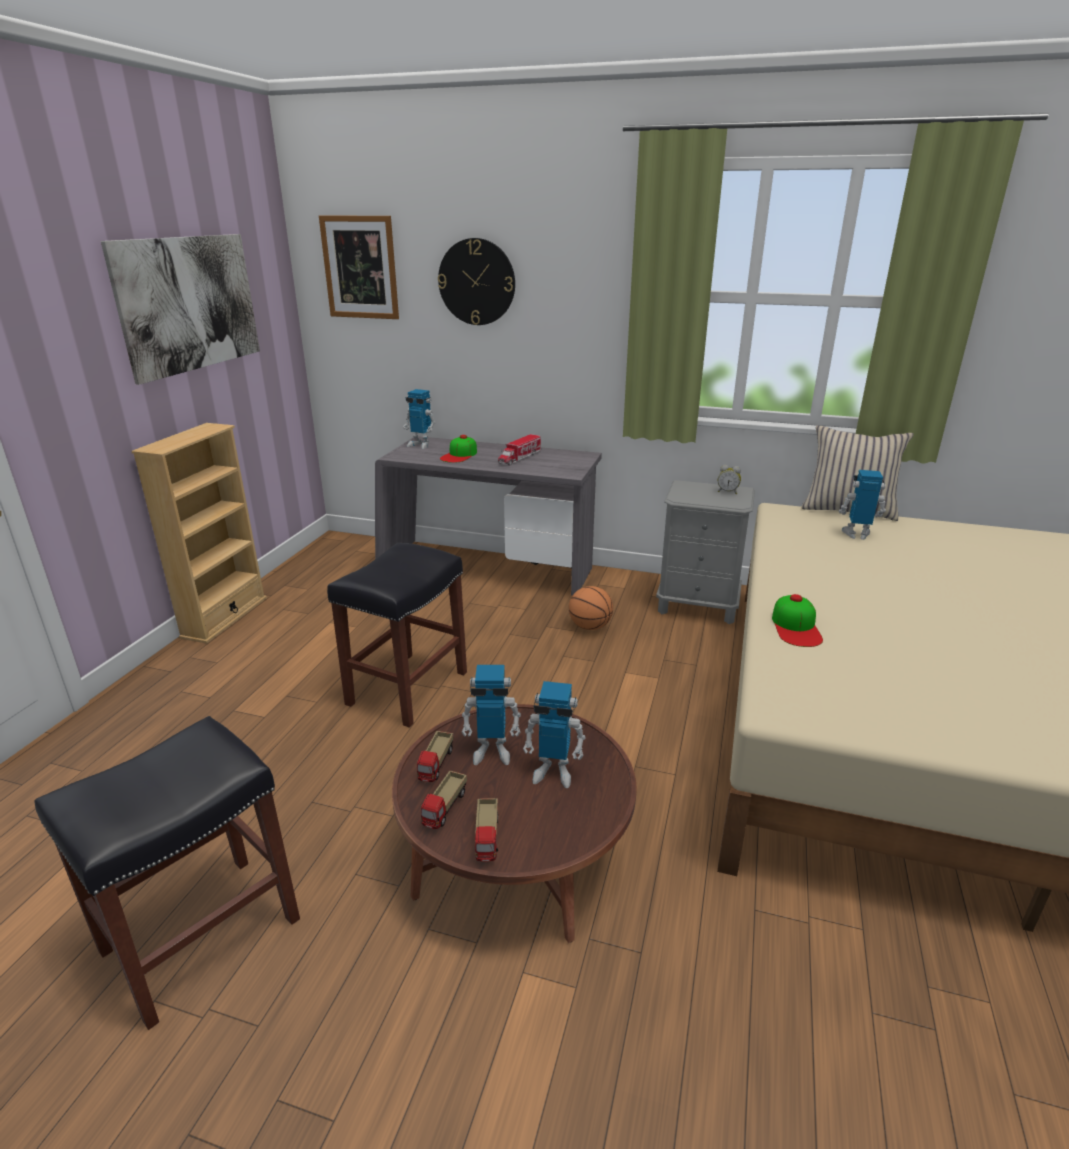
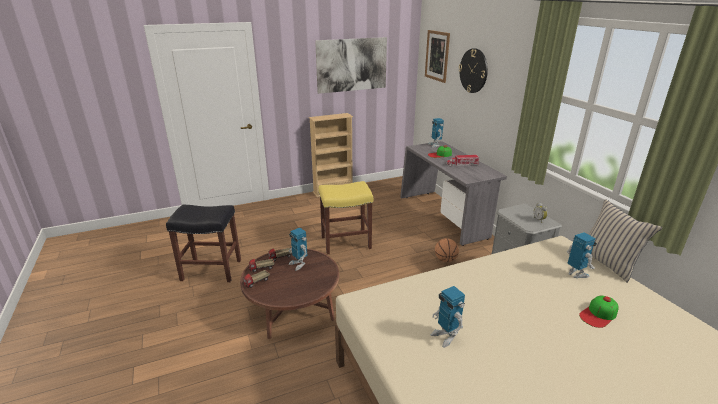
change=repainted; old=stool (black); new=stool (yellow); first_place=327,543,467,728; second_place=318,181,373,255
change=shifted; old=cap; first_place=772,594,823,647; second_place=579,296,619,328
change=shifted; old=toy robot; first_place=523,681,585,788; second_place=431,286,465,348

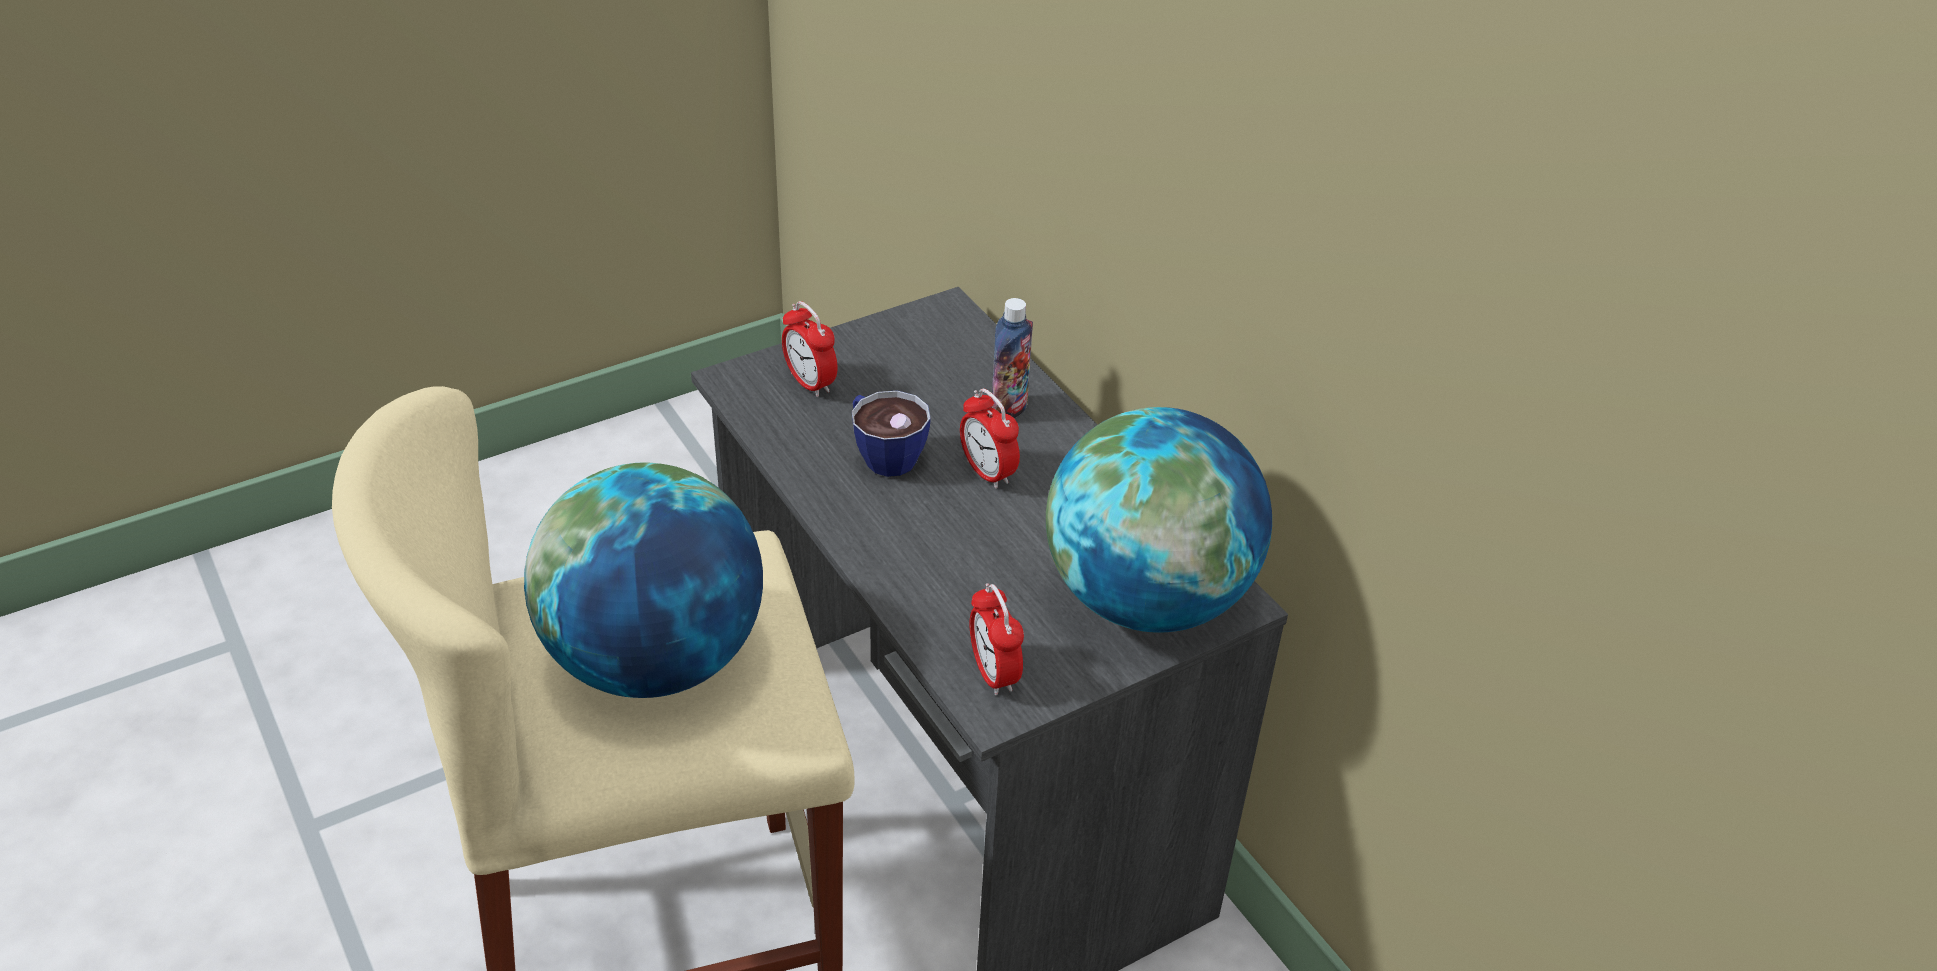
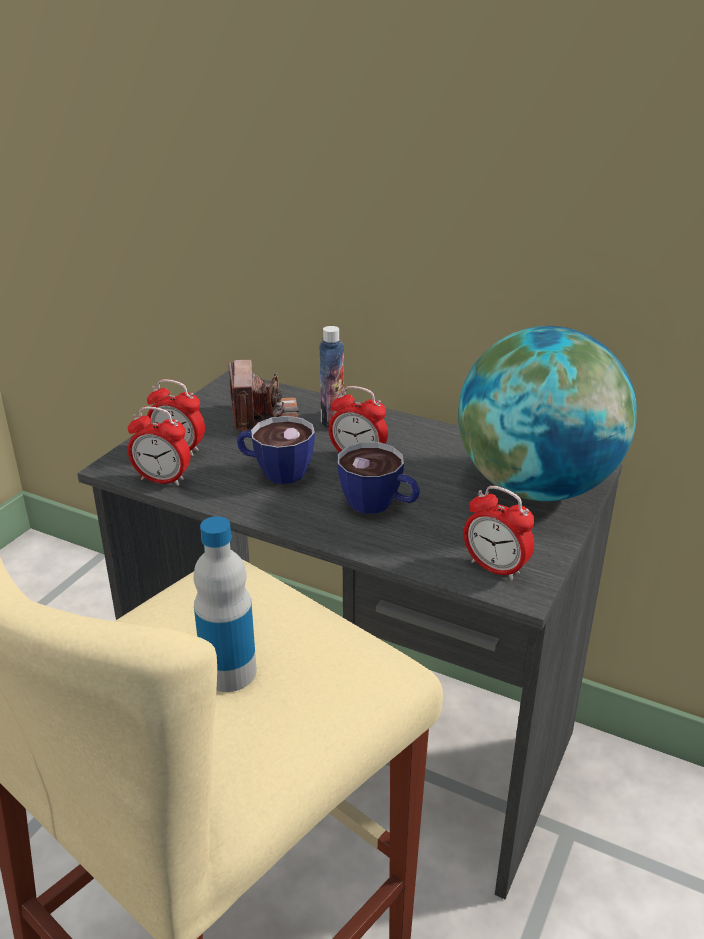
change=swapped; old=globe; new=bottle; first_place=524,462,763,698; second_place=193,516,257,692
change=new; new=photo camera; second_place=228,360,299,431
change=new; new=alarm clock; second_place=128,406,191,486
change=new; new=cup; second_place=338,442,420,514

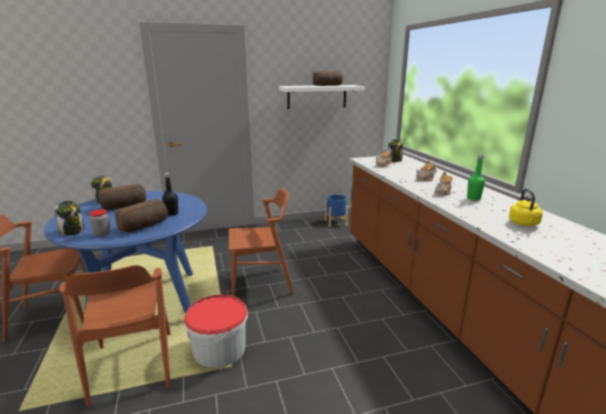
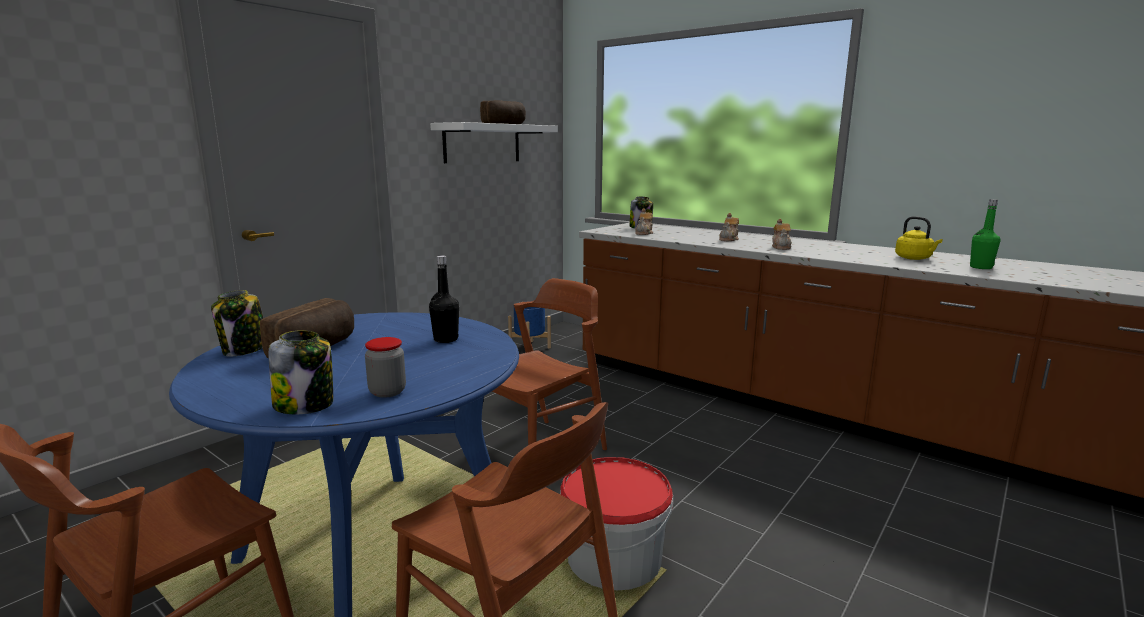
change=shifted; old=bottle (green); first_place=467,154,485,201; second_place=970,199,1001,269
change=gone; old=bread; first_place=115,199,168,232

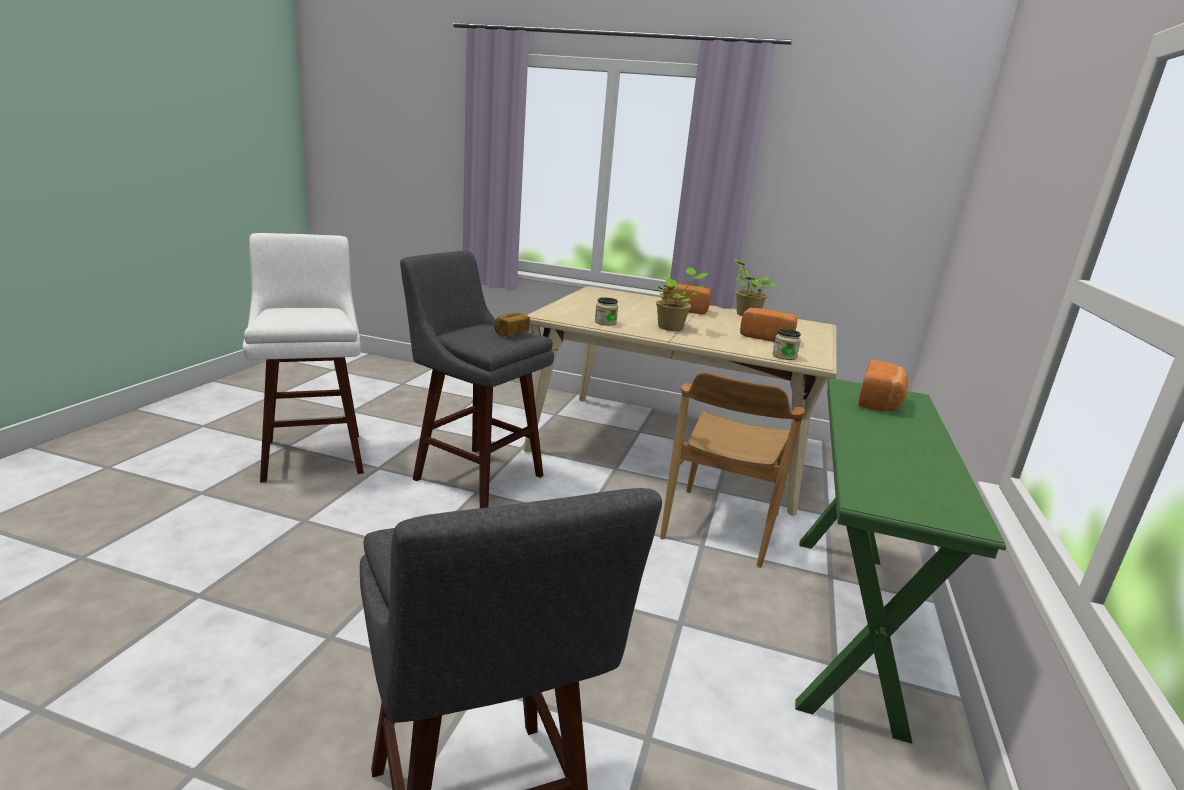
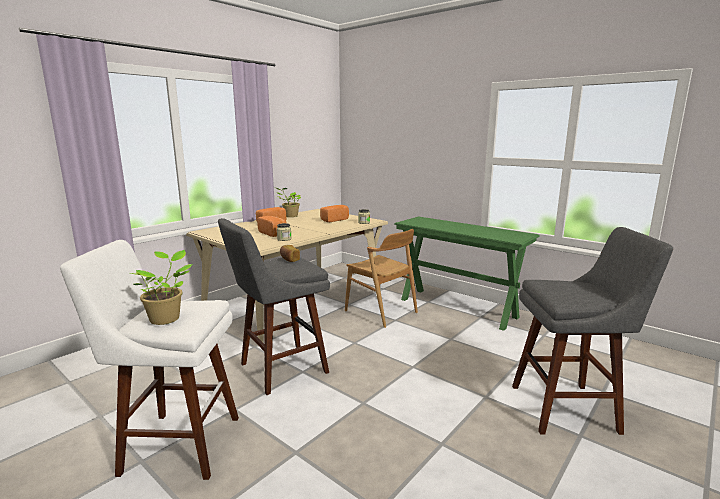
change=shifted; old=potted plant; first_place=655,267,708,331; second_place=129,250,193,325
change=shifted; old=bread; first_place=858,360,908,411; second_place=257,216,287,237

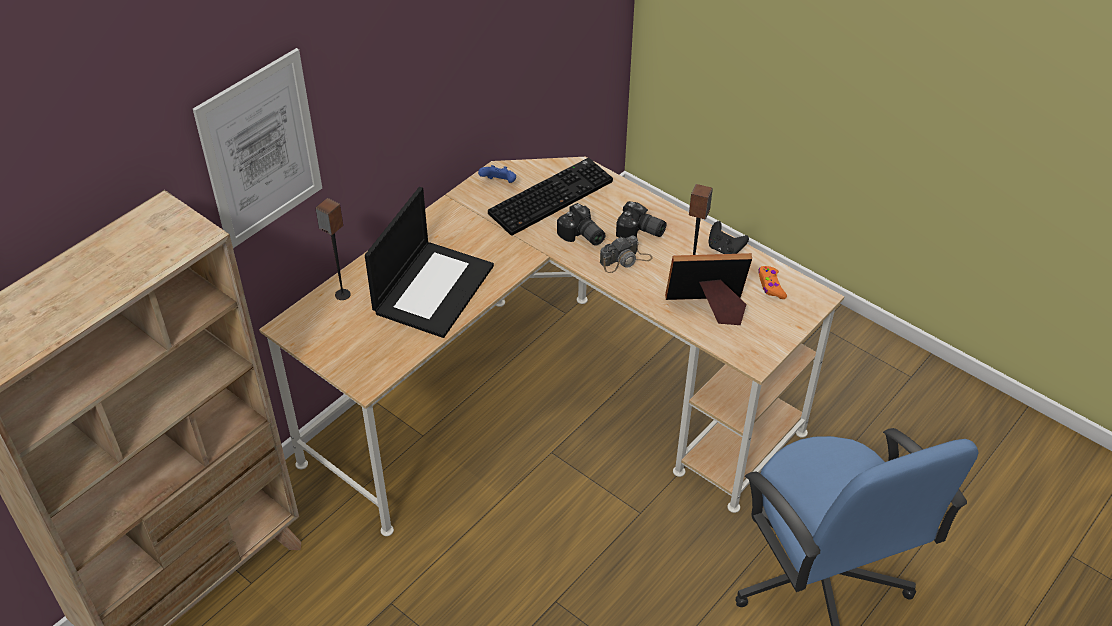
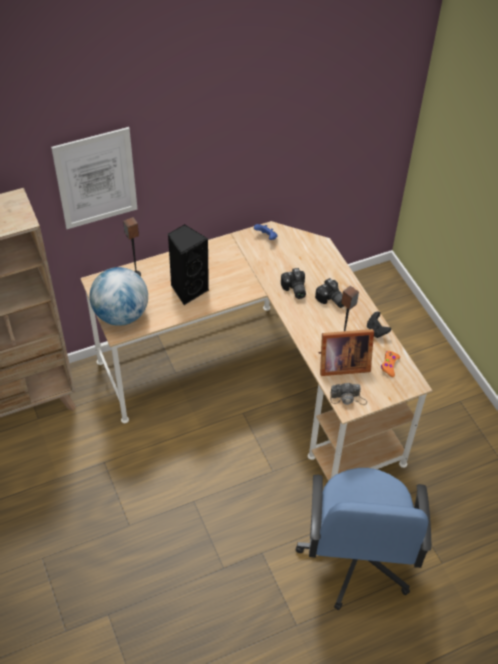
change=gone; old=keyboard; first_place=488,158,613,236
change=swapped; old=laptop; new=speaker (black); first_place=365,187,494,338; second_place=168,224,209,306
change=shifted; old=photo camera; first_place=600,235,653,273; second_place=330,383,367,405
change=rotated; old=picture frame; first_place=665,253,752,325; second_place=318,329,374,376; degrees=150
change=new; new=globe; second_place=90,267,148,326

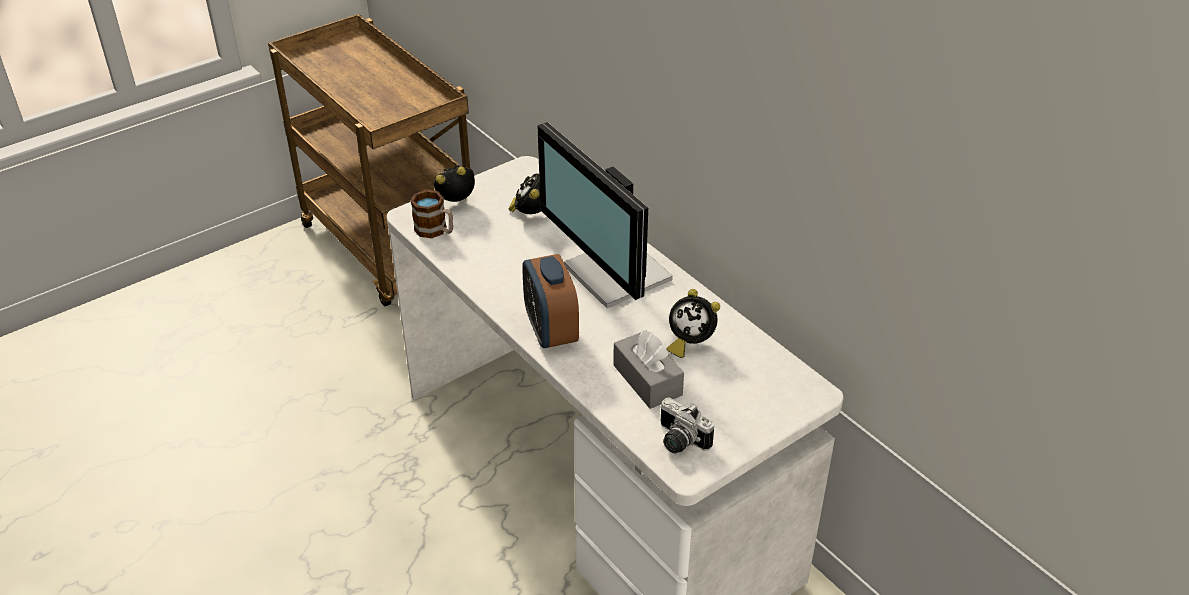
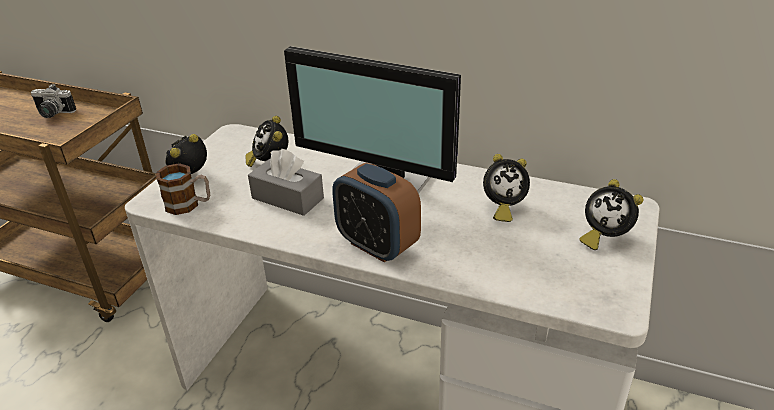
change=shifted; old=tissue box (grey); first_place=613,330,684,409; second_place=248,149,324,216
change=shifted; old=photo camera; first_place=660,397,714,453; second_place=31,84,76,118
change=new; new=alarm clock; second_place=579,179,643,250

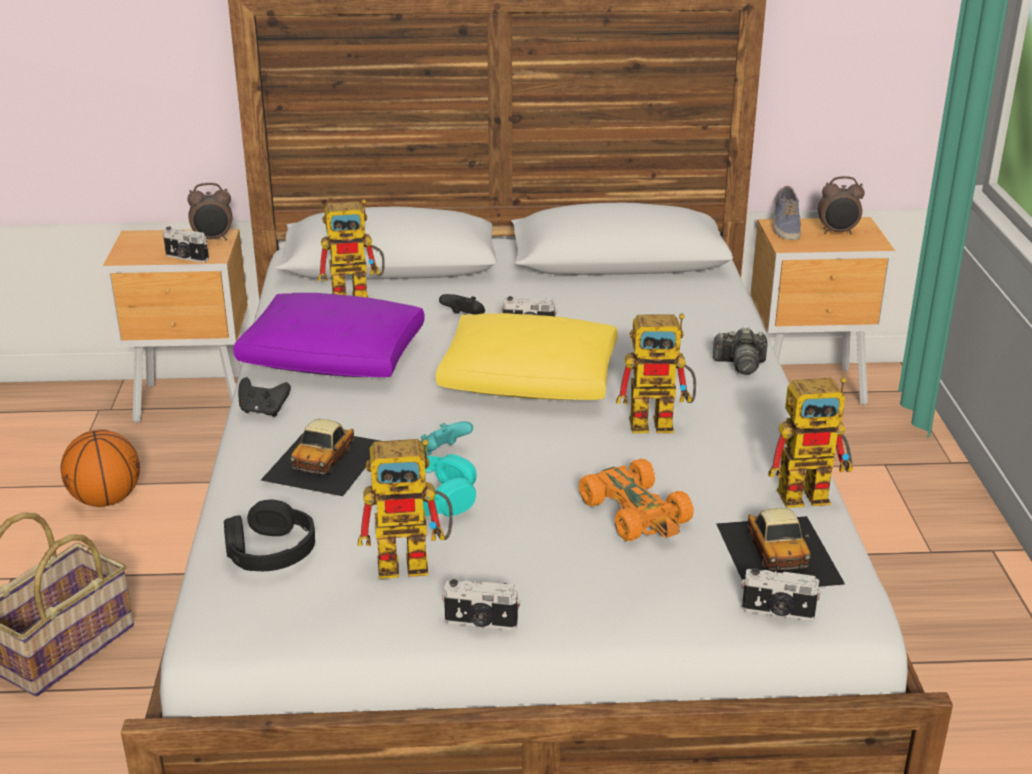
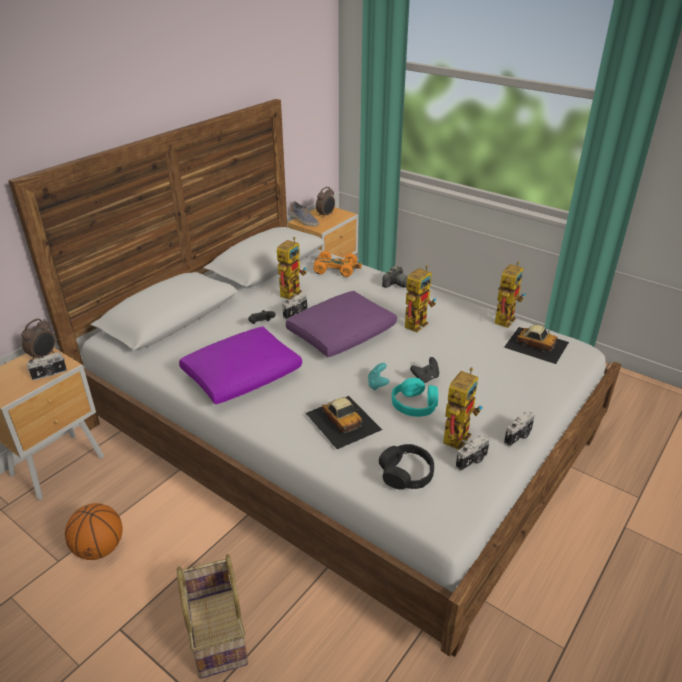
change=shifted; old=toy robot; first_place=318,199,385,298; second_place=277,237,307,300
change=repainted; old=pillow (yellow); new=pillow (purple); first_place=436,313,618,400; second_place=286,291,397,357
change=shifted; old=game controller (black); first_place=238,377,291,417; second_place=410,357,439,383
change=shifted; old=toy car (orange); first_place=579,458,694,541; second_place=313,251,362,277
change=shifted; old=photo camera; first_place=741,568,821,620; second_place=456,434,490,471

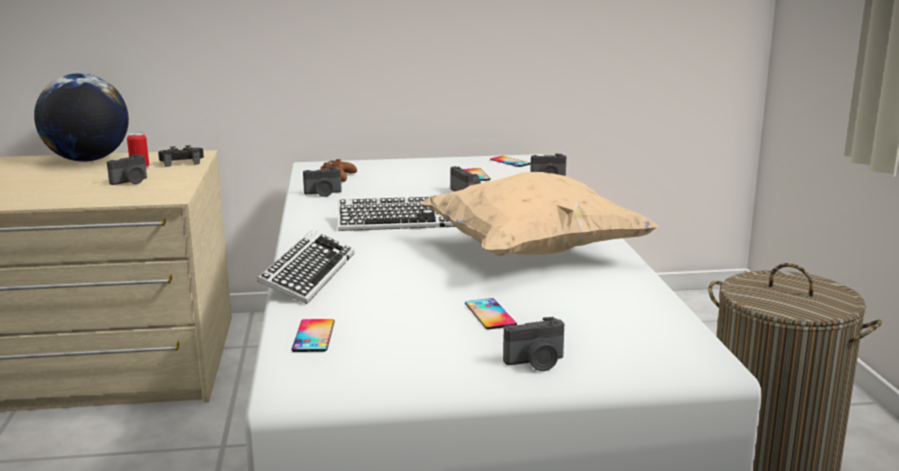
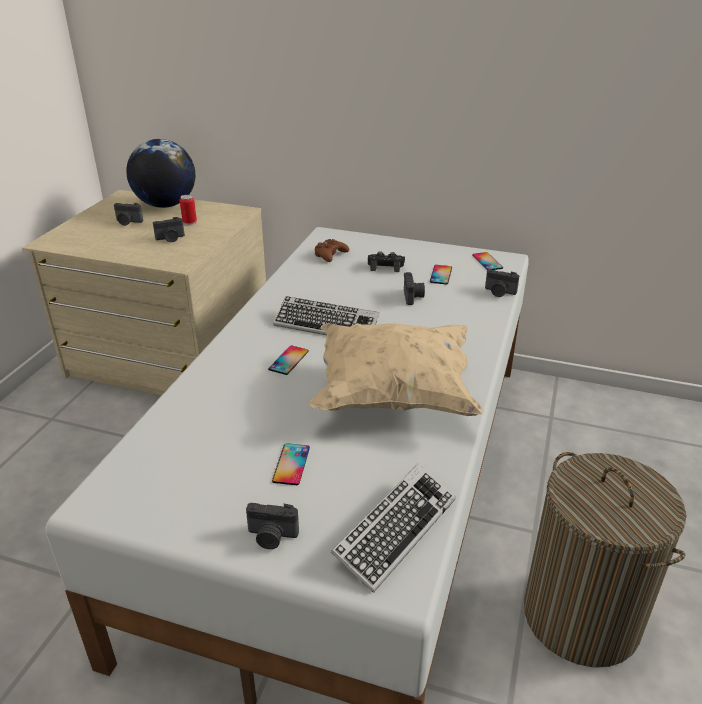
change=shifted; old=game controller (black); first_place=158,145,204,167; second_place=368,251,405,272
change=shifted; old=photo camera; first_place=303,167,342,197; second_place=114,203,143,226
change=shifted; old=keyboard; first_place=257,230,354,304; second_place=331,464,456,593
change=shifted; old=phone; first_place=291,319,335,352; second_place=268,345,309,375

